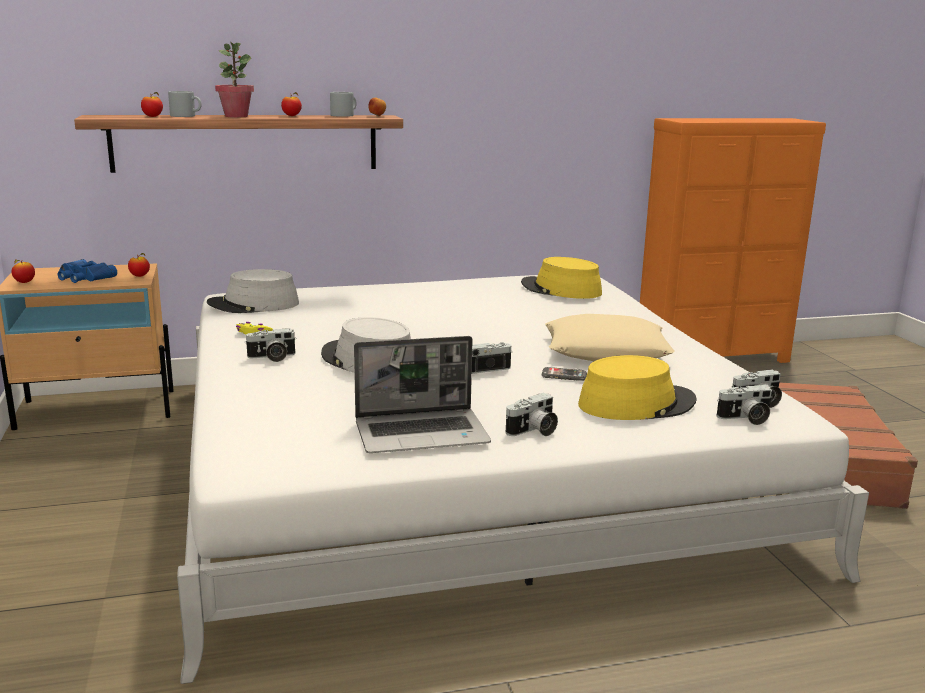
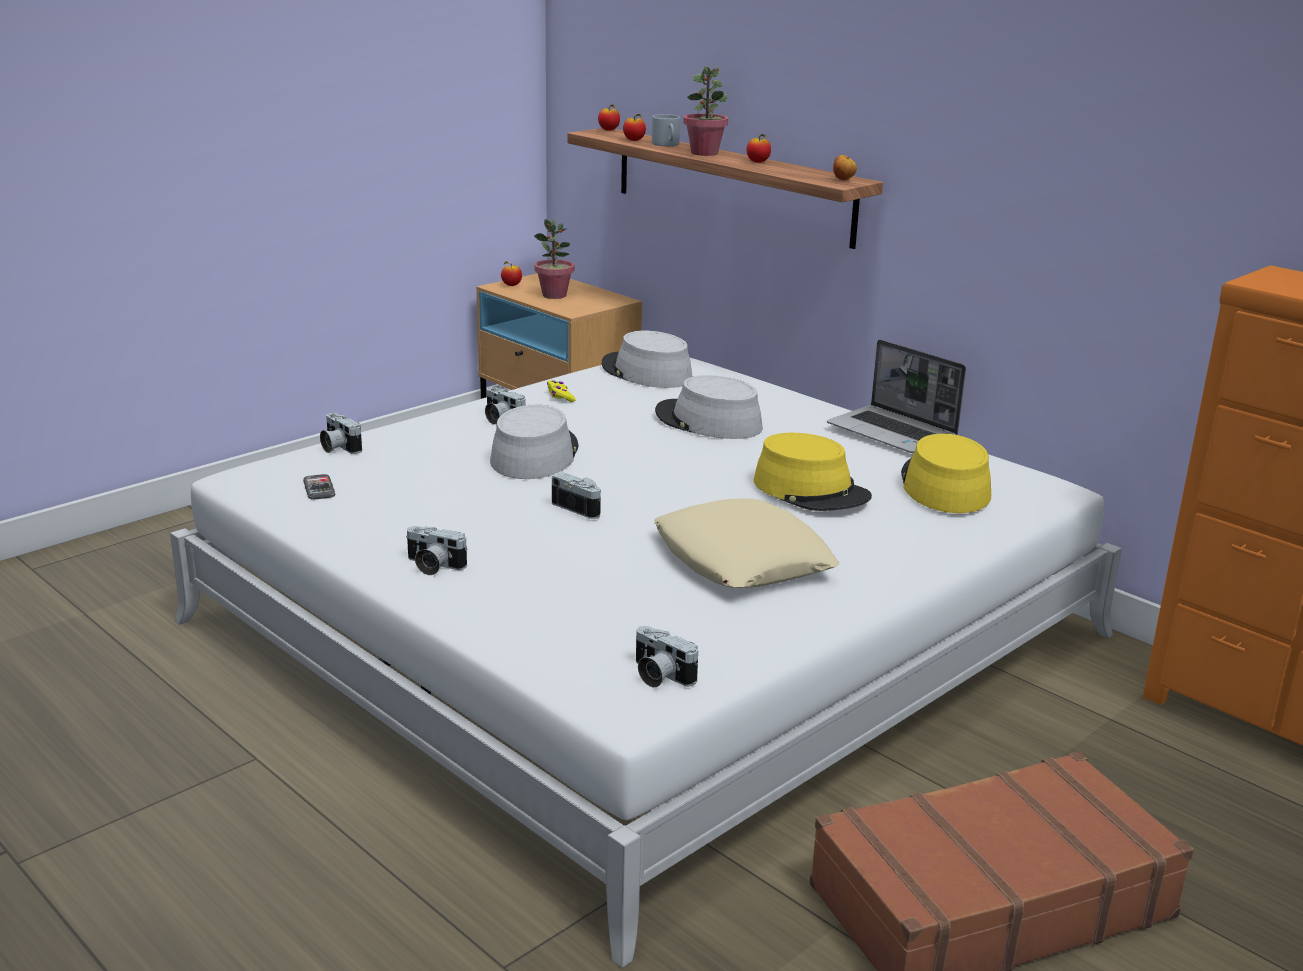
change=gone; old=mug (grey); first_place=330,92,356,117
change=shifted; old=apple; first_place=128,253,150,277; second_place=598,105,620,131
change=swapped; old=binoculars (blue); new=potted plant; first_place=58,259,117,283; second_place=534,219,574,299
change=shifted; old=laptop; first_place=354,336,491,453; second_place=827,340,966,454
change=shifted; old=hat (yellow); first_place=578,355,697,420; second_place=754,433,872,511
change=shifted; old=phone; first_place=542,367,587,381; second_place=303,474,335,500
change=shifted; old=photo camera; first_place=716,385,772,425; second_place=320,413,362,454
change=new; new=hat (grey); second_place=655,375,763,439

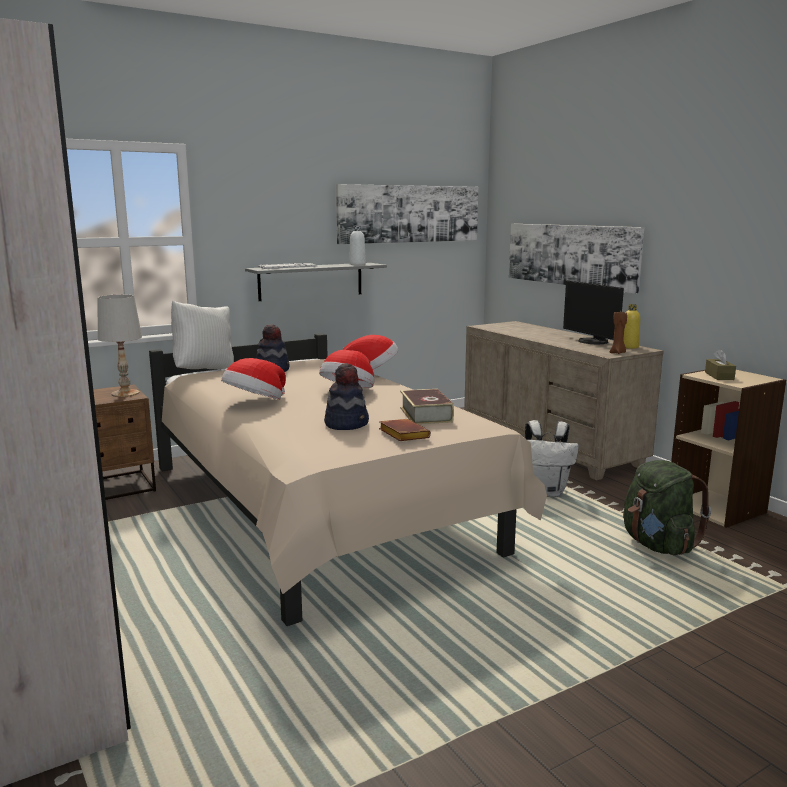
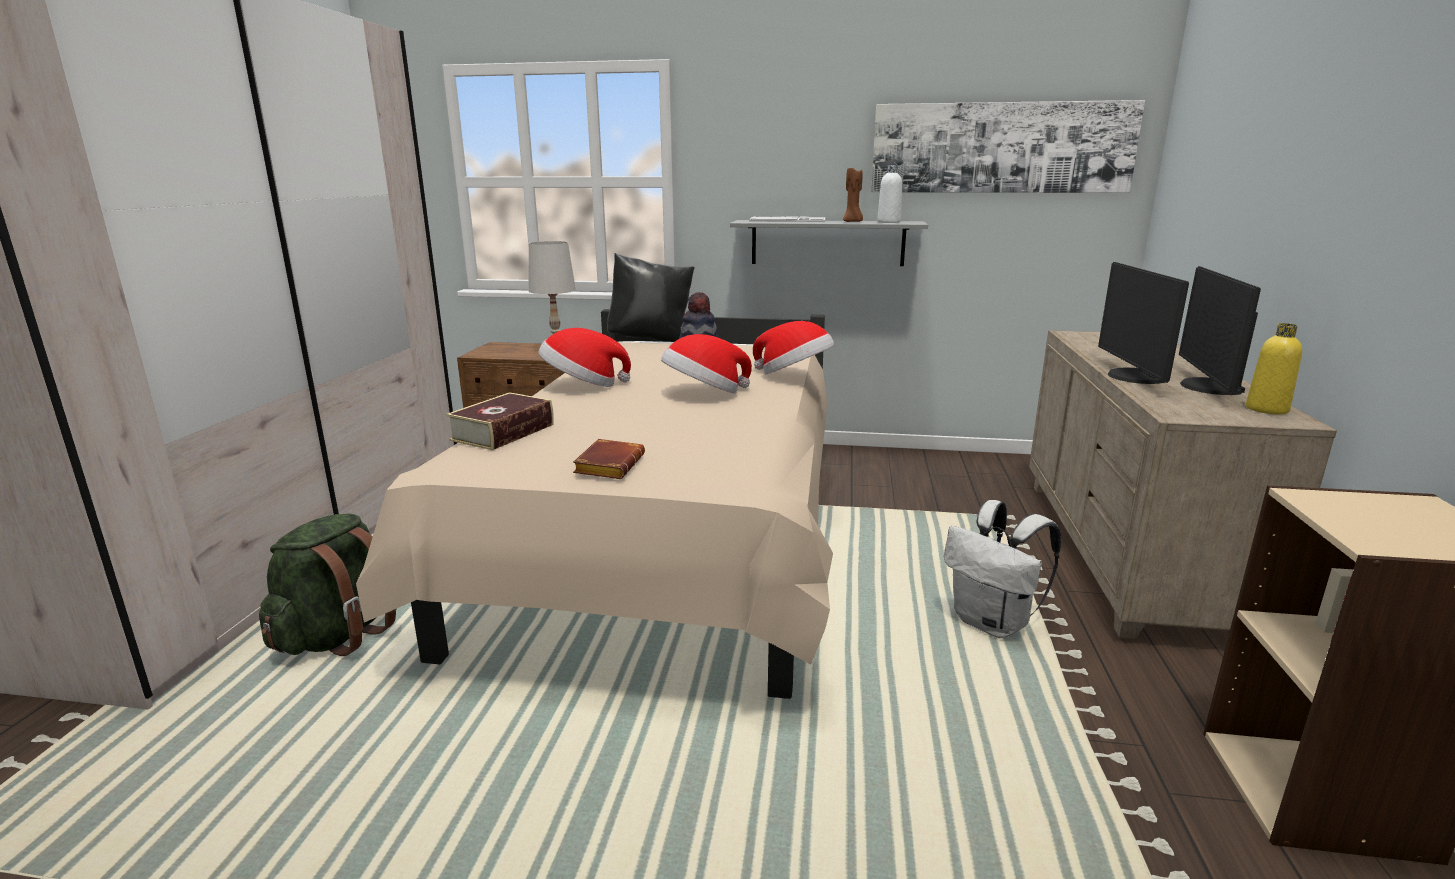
change=gone; old=picture; first_place=509,224,644,294
change=repainted; old=pillow (white); new=pillow (black); first_place=171,301,234,369; second_place=607,253,695,342
change=shifted; old=candle (brown); first_place=610,312,627,354; second_place=843,168,863,222
change=gone; old=tissue box (brown); first_place=705,349,736,380
change=gone; old=hat; first_place=324,363,369,430
change=shifted; old=book; first_place=400,389,454,424; second_place=446,392,554,450
change=shifted; old=backpack (green); first_place=623,460,711,555; second_place=259,513,396,656
change=new; new=monitor; second_place=1098,262,1189,384

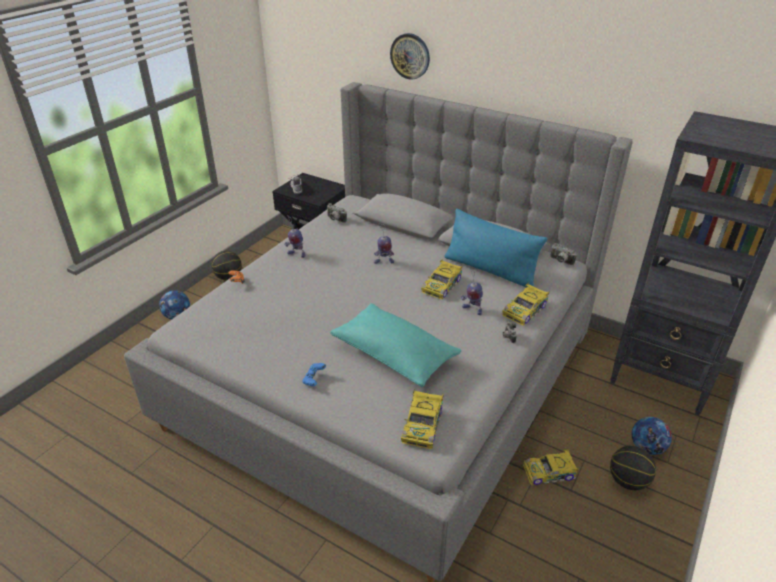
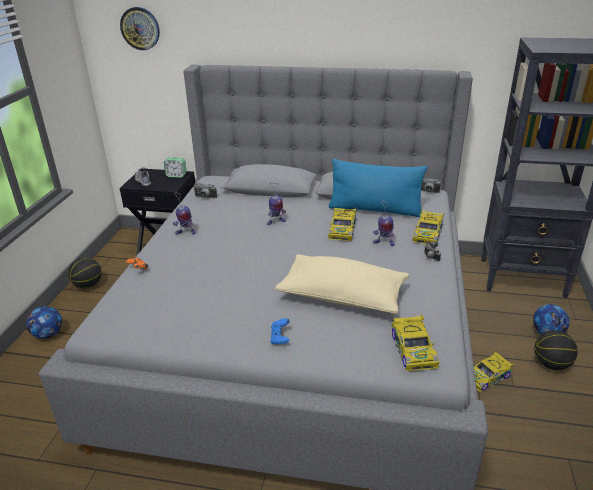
change=shifted; old=wall clock; first_place=390,33,430,80; second_place=120,7,160,50
change=repainted; old=pillow (turquoise); new=pillow (beige); first_place=330,303,462,387; second_place=275,254,409,314
change=new; new=alarm clock; second_place=164,157,187,178

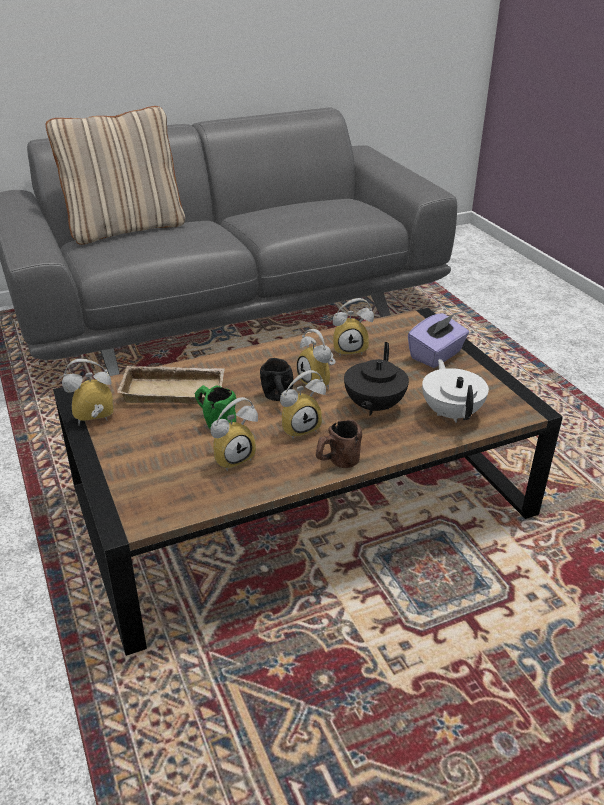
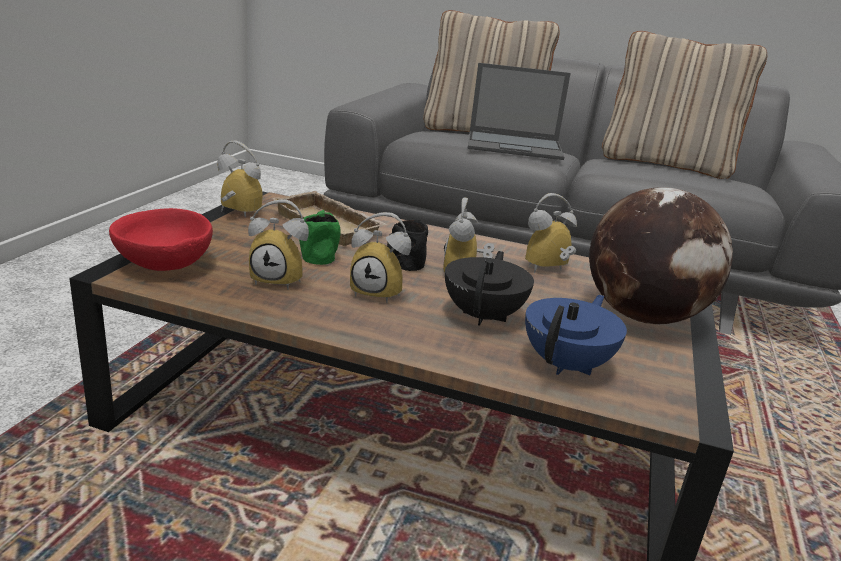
change=rotated; old=alarm clock; first_place=333,298,374,356; second_place=525,193,577,273; degrees=120
change=swapped; old=tissue box (purple); new=globe; first_place=408,313,469,368; second_place=589,187,733,325
change=rotated; old=teapot (black); first_place=344,342,409,416; second_place=445,251,534,326; degrees=135
change=repainted; old=teapot (white); new=teapot (blue); first_place=422,359,489,423; second_place=525,295,627,375
change=gone; old=mug (brown); first_place=316,419,362,468
change=new; new=pillow (beige); second_place=602,31,767,179
change=new; new=laptop; second_place=468,63,571,160
change=new; new=bowl (red); second_place=109,208,213,271

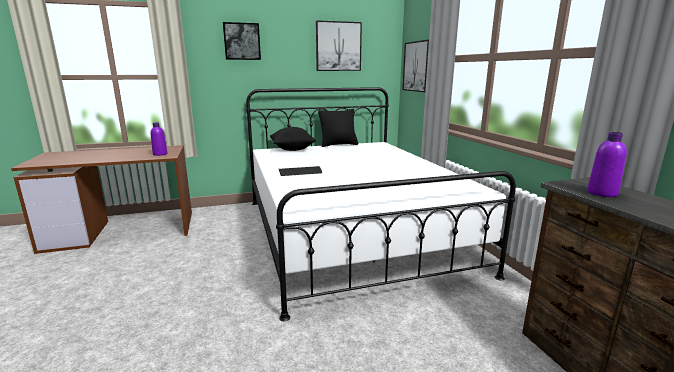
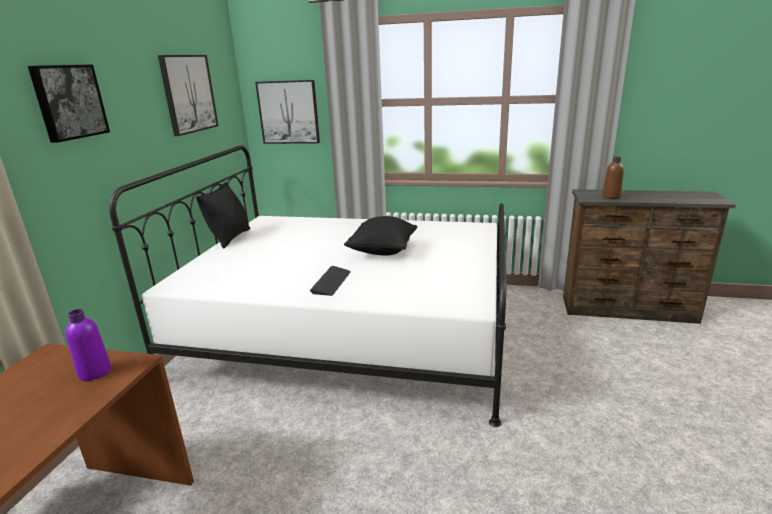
change=shifted; old=pillow (black); first_place=270,127,316,151; second_place=344,216,417,256
change=repainted; old=bottle (purple); new=bottle (brown); first_place=587,132,627,197; second_place=602,157,624,199

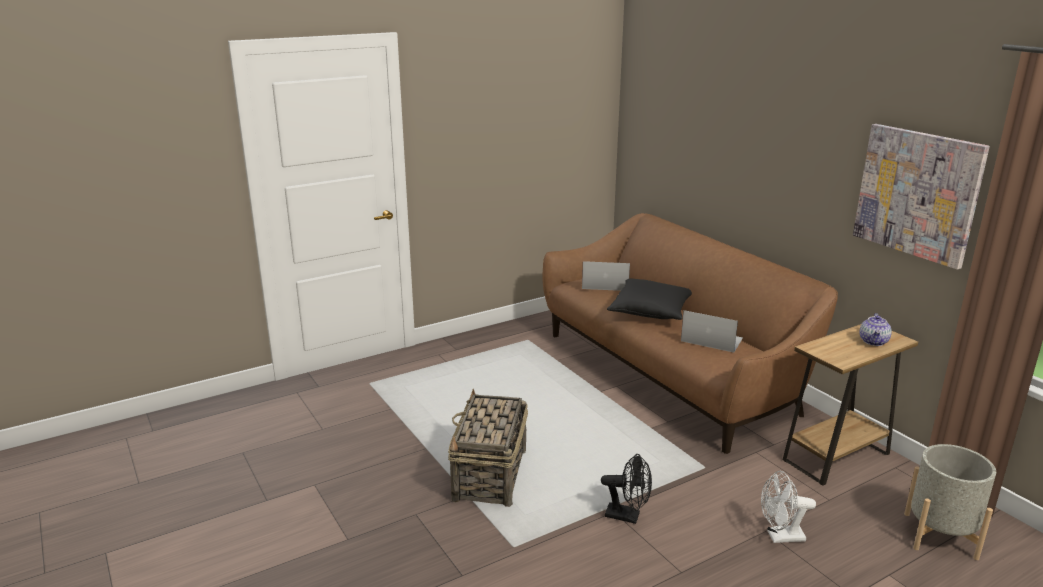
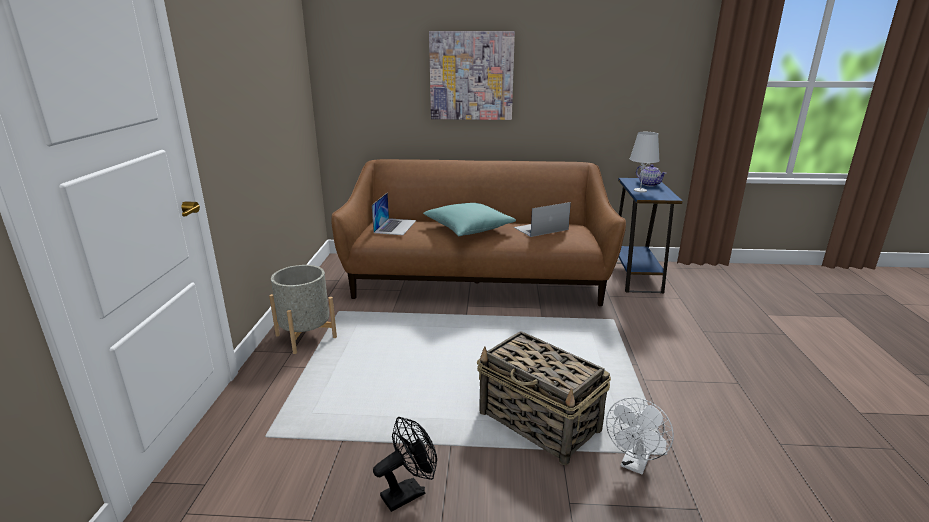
change=shifted; old=picture; first_place=853,124,990,269; second_place=429,31,515,120
change=rotated; old=laptop; first_place=582,261,630,291; second_place=372,193,416,235; degrees=150
change=repainted; old=pillow (black); new=pillow (turquoise); first_place=607,279,692,320; second_place=423,203,516,236
change=repainted; old=side table (brown); new=side table (blue); first_place=782,324,918,486; second_place=616,178,683,293
change=shifted; old=planter (grey); first_place=904,444,996,560; second_place=269,265,337,354
change=shifted; old=fan (black); first_place=601,454,652,524; second_place=373,417,437,512
change=shifted; old=fan (white); first_place=761,471,816,543; second_place=606,397,674,474
change=new; new=table lamp (white); second_place=630,132,660,192

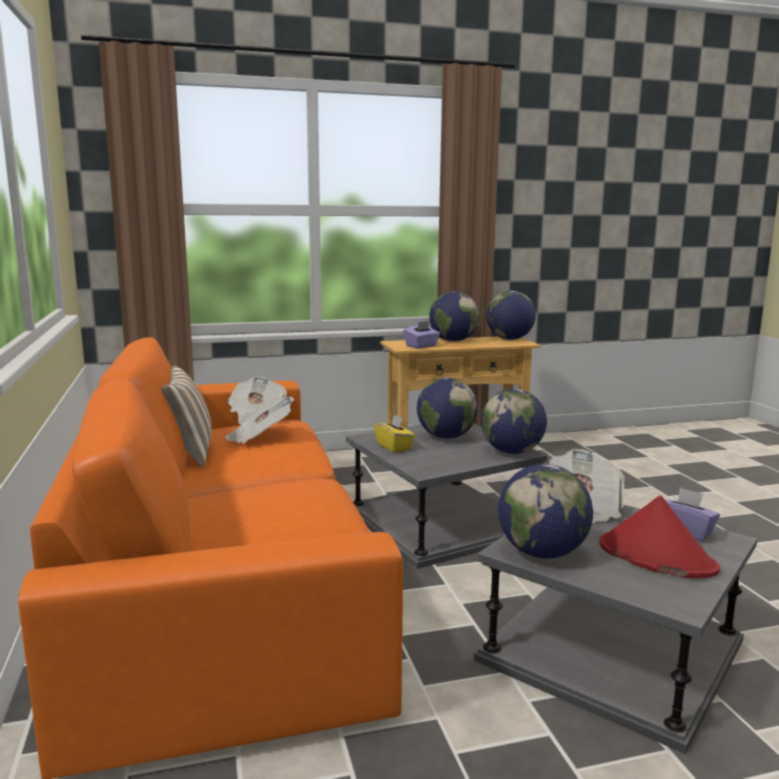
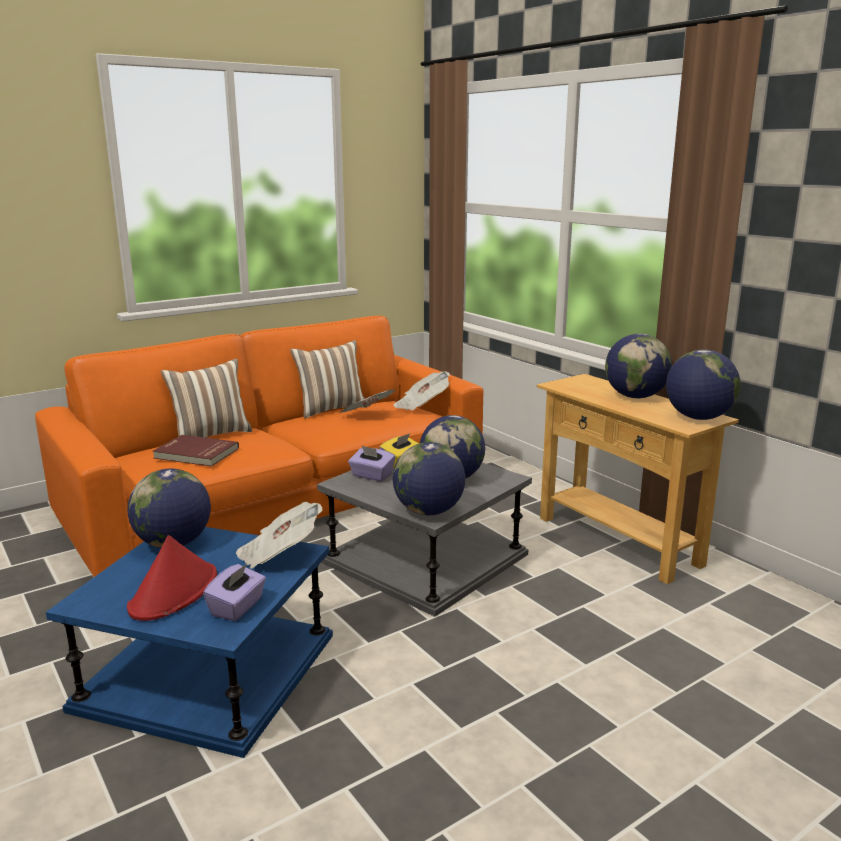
change=shifted; old=tissue box (purple); first_place=403,321,440,348; second_place=348,446,395,481
change=repainted; old=side table (grey); new=side table (blue); first_place=474,505,757,754; second_place=46,527,333,758
change=new; new=pillow; second_place=161,359,252,438
change=new; new=book (red); second_place=153,435,239,467

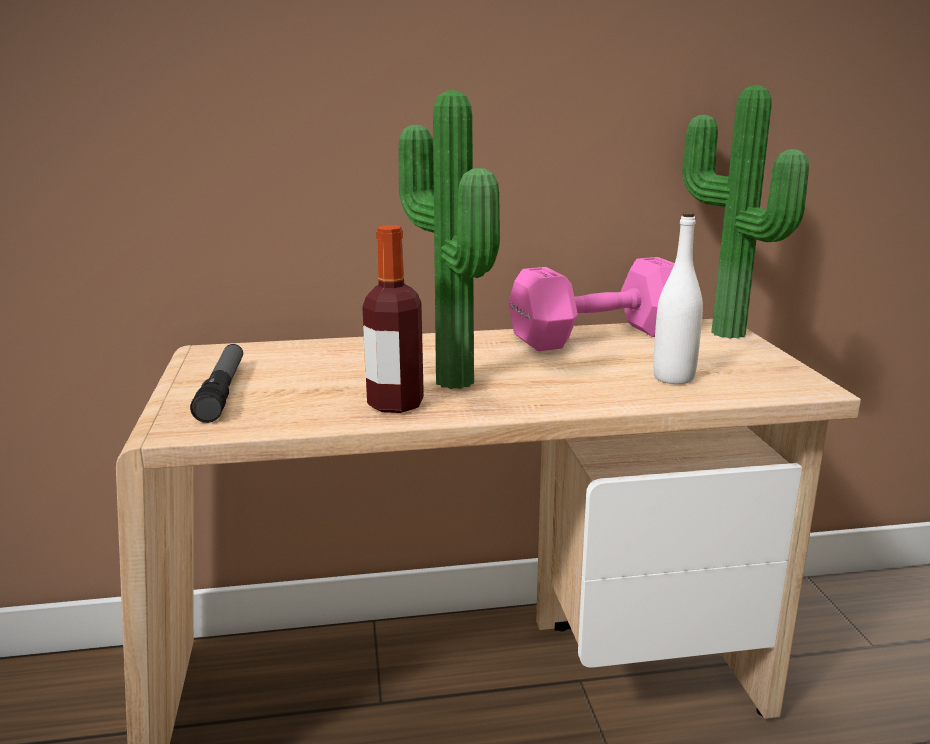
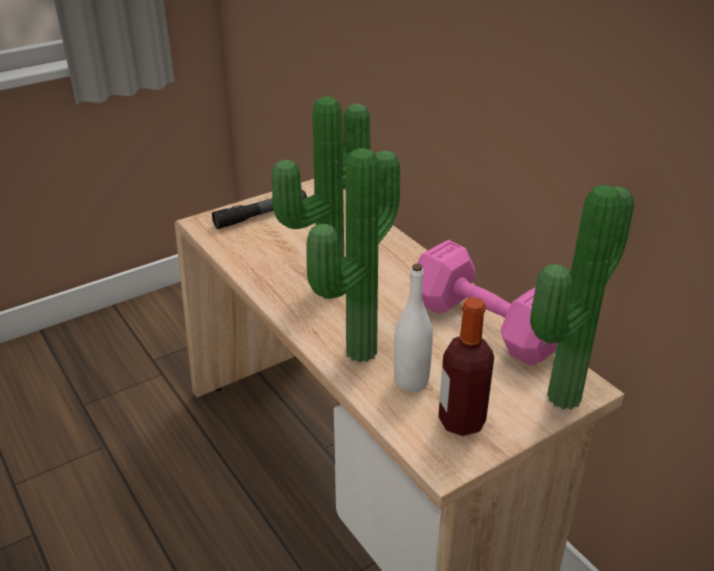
change=shifted; old=bottle; first_place=362,225,424,413; second_place=438,297,494,436
change=new; new=potted plant; second_place=307,148,400,362

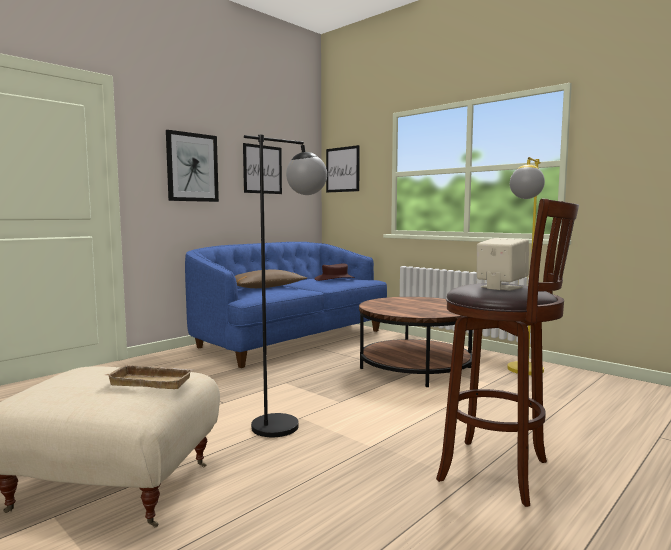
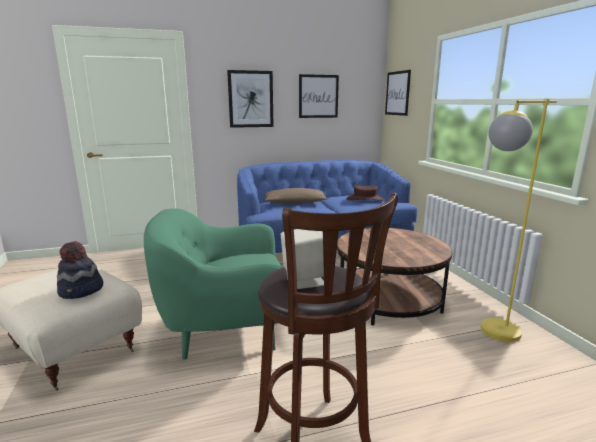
change=swapped; old=floor lamp (black); new=armchair (green); first_place=244,135,327,437; second_place=144,208,283,360
change=swapped; old=tray (beige); new=hat; first_place=105,364,195,389; second_place=57,241,103,299

